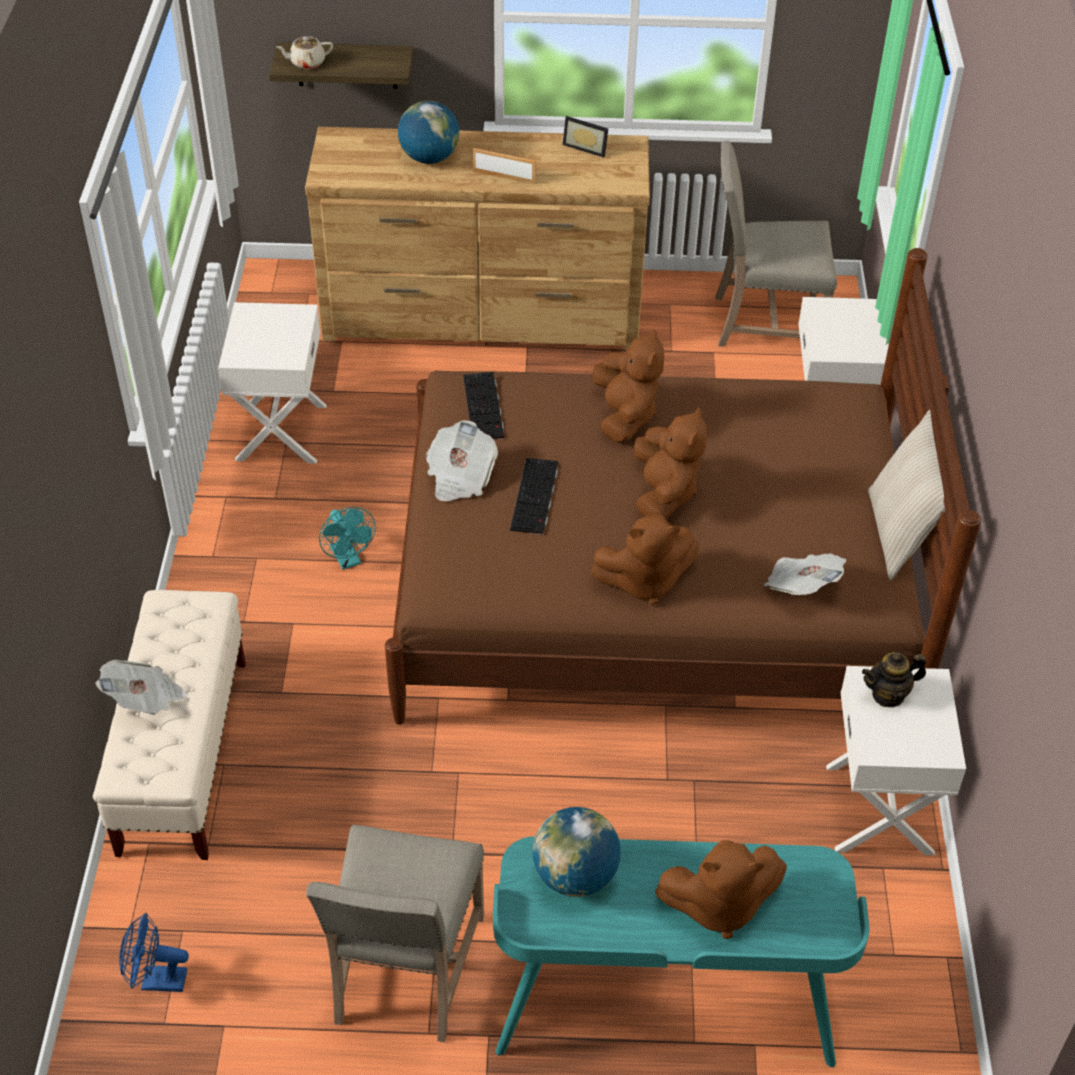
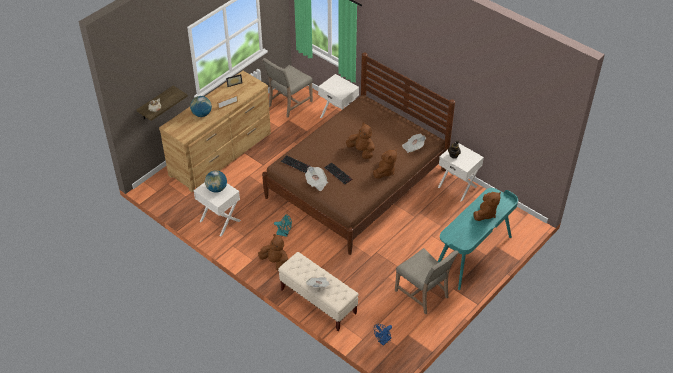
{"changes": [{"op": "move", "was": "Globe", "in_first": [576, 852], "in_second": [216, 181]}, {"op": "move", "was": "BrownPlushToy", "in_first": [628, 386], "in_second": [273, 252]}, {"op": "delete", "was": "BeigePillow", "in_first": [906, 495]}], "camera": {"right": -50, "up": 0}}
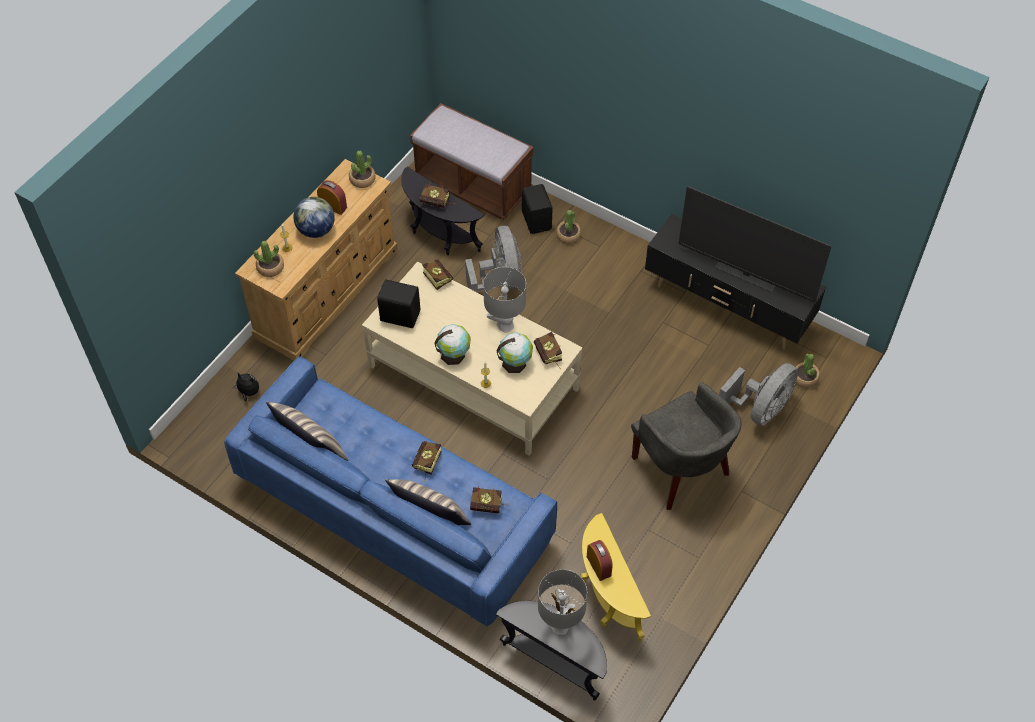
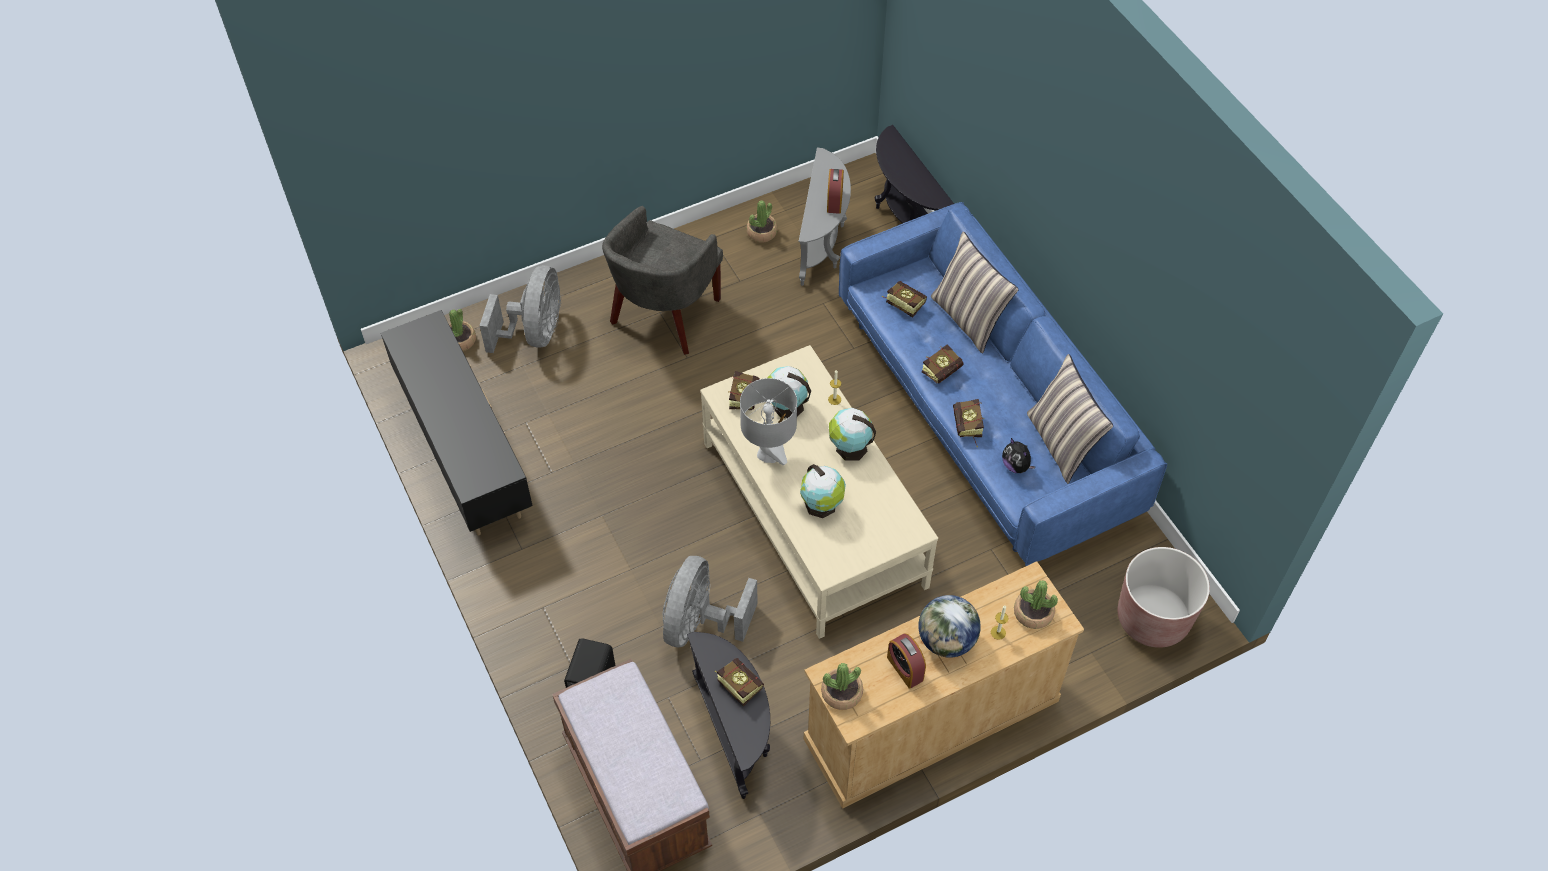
{"changes": [{"op": "rotate", "was": "GreyFan", "in_first": [758, 394], "in_second": [520, 309], "clockwise": 120}, {"op": "rotate", "was": "GreyArmchair", "in_first": [686, 446], "in_second": [662, 280], "clockwise": -150}, {"op": "move", "was": "PottedPlant", "in_first": [568, 227], "in_second": [762, 221]}, {"op": "recolor", "was": "YellowSideTable", "now": "GreySideTable", "in_first": [616, 577], "in_second": [825, 217]}, {"op": "insert", "now": "Globe", "in_second": [823, 491]}, {"op": "move", "was": "Book", "in_first": [437, 275], "in_second": [968, 423]}, {"op": "move", "was": "PlushToy", "in_first": [246, 387], "in_second": [1018, 455]}, {"op": "insert", "now": "BrownPlanter", "in_second": [1164, 597]}, {"op": "delete", "was": "BlackSpeaker", "in_first": [398, 303]}, {"op": "delete", "was": "GreyTableLamp", "in_first": [562, 602]}, {"op": "delete", "was": "Television", "in_first": [754, 244]}], "camera": {"right": -150, "up": 0}}
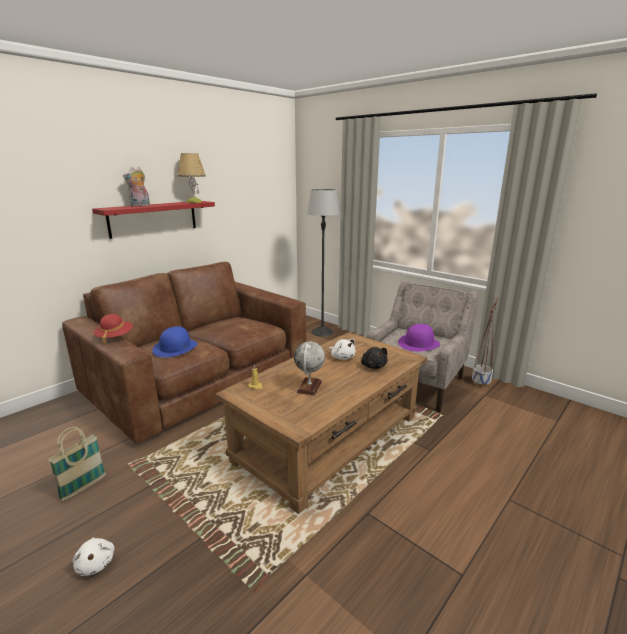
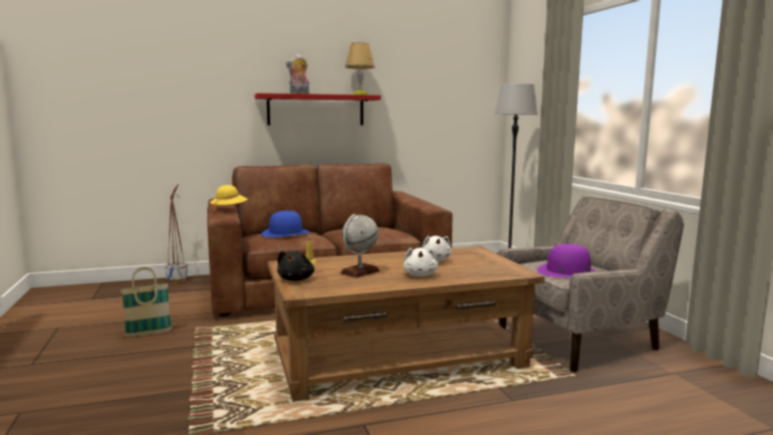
{"changes": [{"op": "move", "was": "Planter", "in_first": [485, 342], "in_second": [176, 234]}, {"op": "recolor", "was": "RedHat", "now": "YellowHat", "in_first": [113, 329], "in_second": [228, 198]}, {"op": "move", "was": "BlackPlushToy", "in_first": [374, 358], "in_second": [295, 266]}, {"op": "move", "was": "WhitePlushToy", "in_first": [93, 556], "in_second": [420, 261]}], "camera": {"right": 30, "up": -10}}
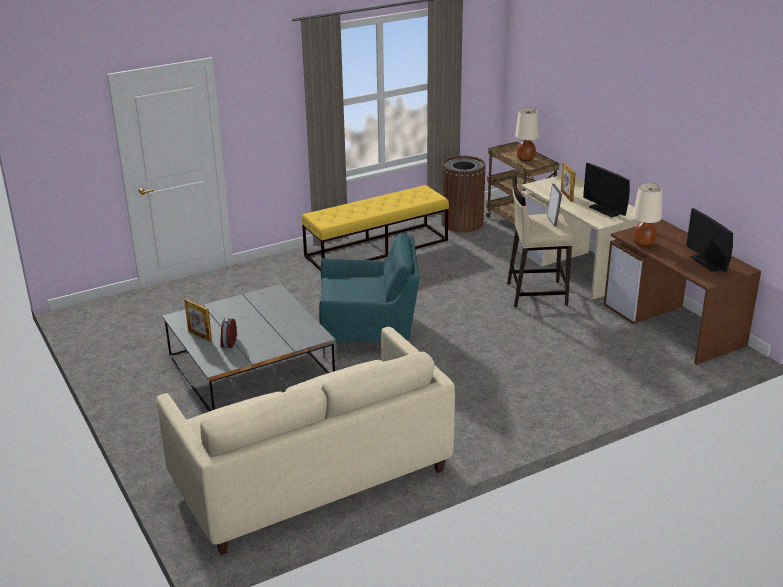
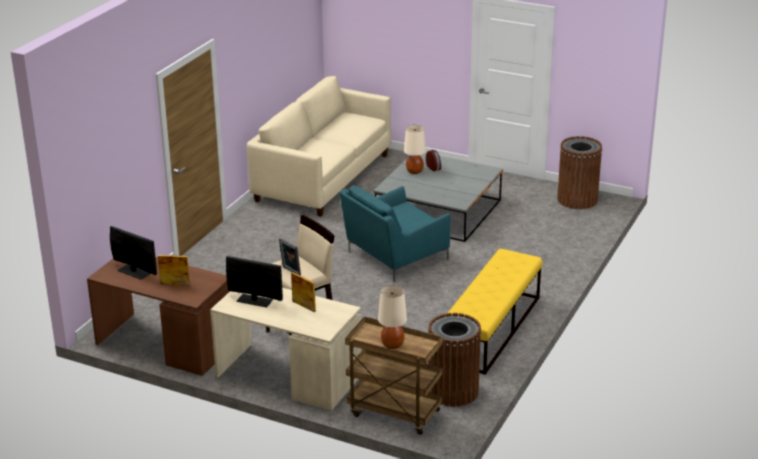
{"changes": [{"op": "move", "was": "PictureFrame", "in_first": [198, 320], "in_second": [174, 270]}, {"op": "move", "was": "BeigeTableLamp", "in_first": [648, 215], "in_second": [415, 149]}, {"op": "insert", "now": "BrownTrashCan", "in_second": [579, 172]}], "camera": {"right": 145, "up": 0}}
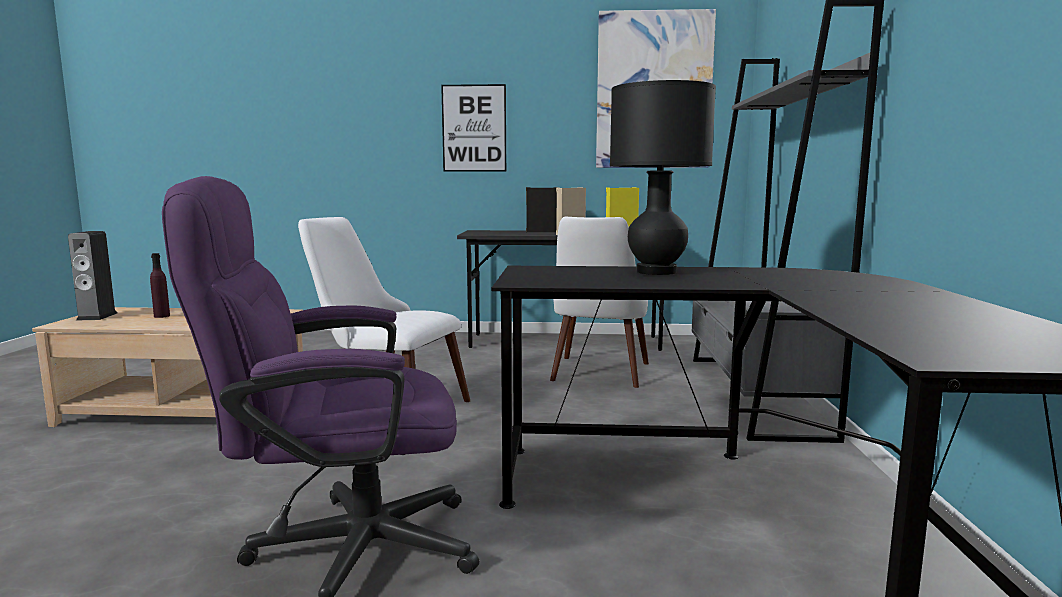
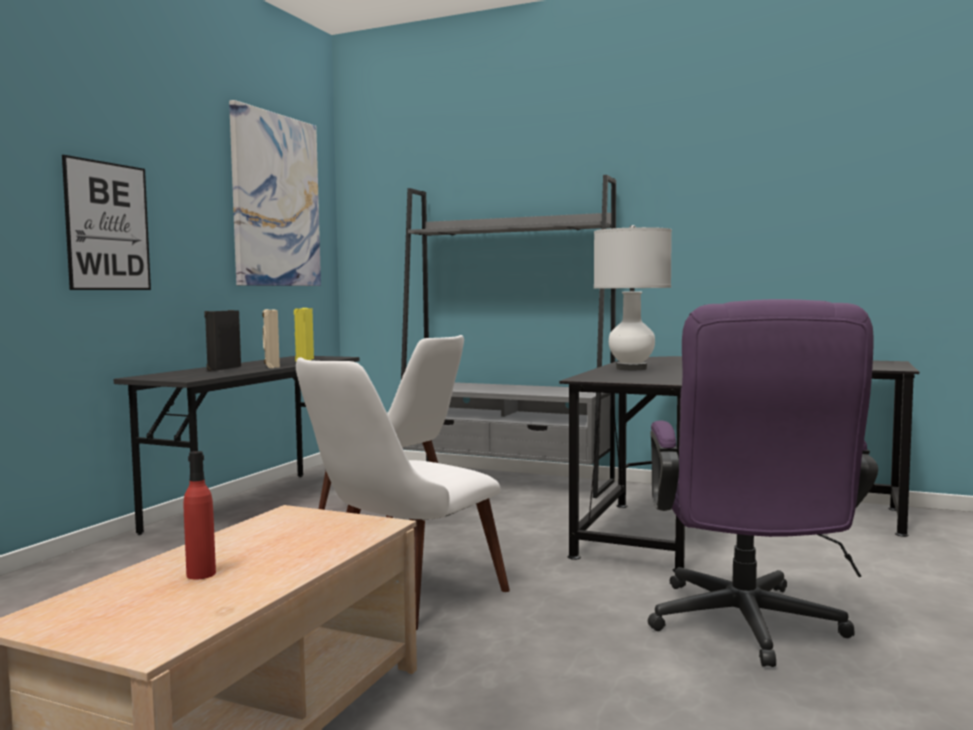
{"changes": [{"op": "recolor", "was": "PurpleBottle", "now": "RedBottle", "in_first": [160, 285], "in_second": [200, 515]}, {"op": "recolor", "was": "BlackTableLamp", "now": "WhiteTableLamp", "in_first": [663, 177], "in_second": [633, 297]}, {"op": "delete", "was": "Speaker", "in_first": [92, 275]}], "camera": {"right": -70, "up": -5}}
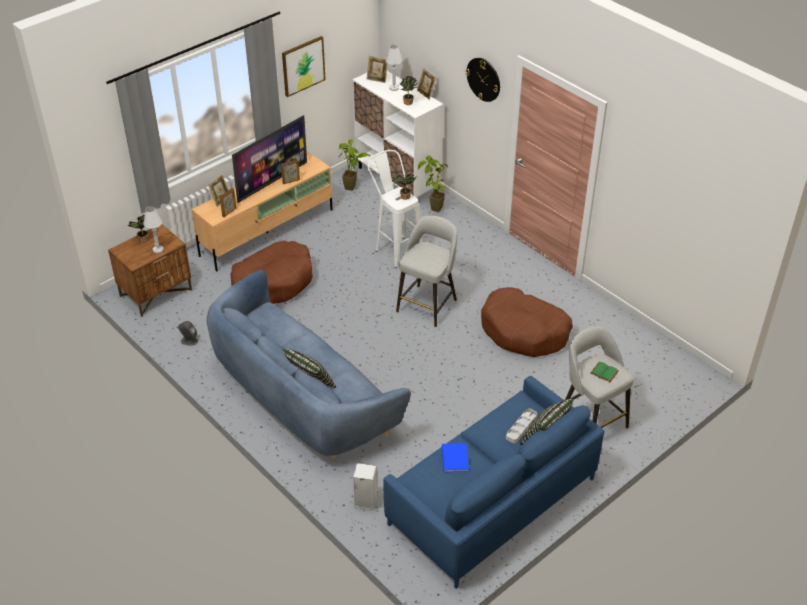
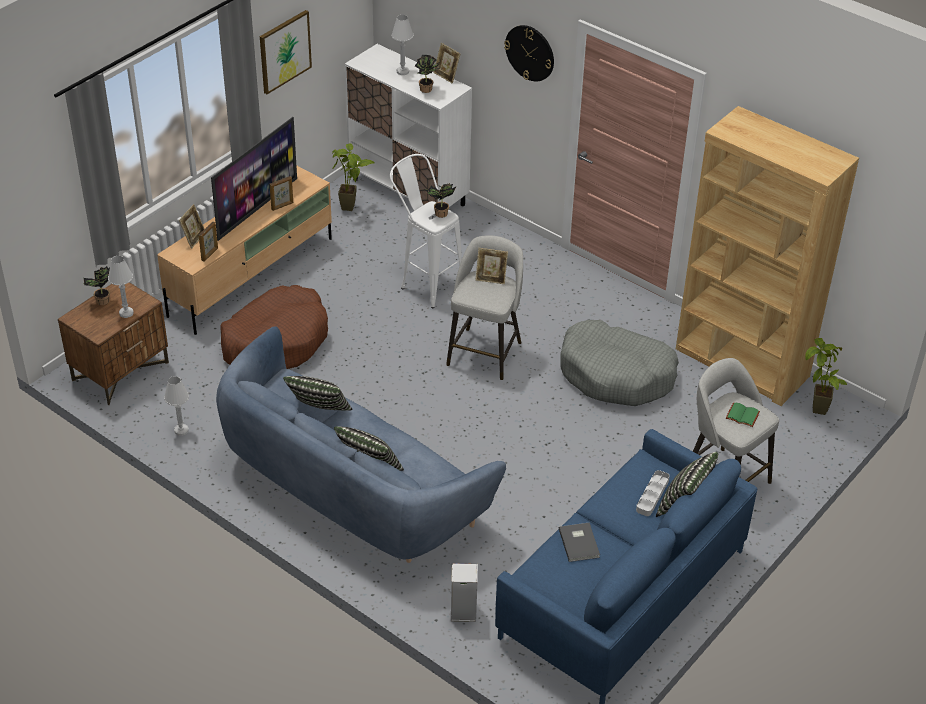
{"changes": [{"op": "replace", "was": "GreySpeaker", "now": "WhiteTableLamp", "in_first": [188, 333], "in_second": [176, 406]}, {"op": "insert", "now": "Pillow", "in_second": [317, 393]}, {"op": "move", "was": "PictureFrame", "in_first": [377, 69], "in_second": [491, 266]}, {"op": "recolor", "was": "BlueBook", "now": "GreyBook", "in_first": [455, 457], "in_second": [579, 542]}, {"op": "recolor", "was": "BrownDogBed", "now": "GreyDogBed", "in_first": [527, 322], "in_second": [619, 363]}, {"op": "insert", "now": "BrownBookcase", "in_second": [767, 256]}, {"op": "move", "was": "PottedPlant", "in_first": [433, 184], "in_second": [826, 376]}], "camera": {"right": -10, "up": 0}}
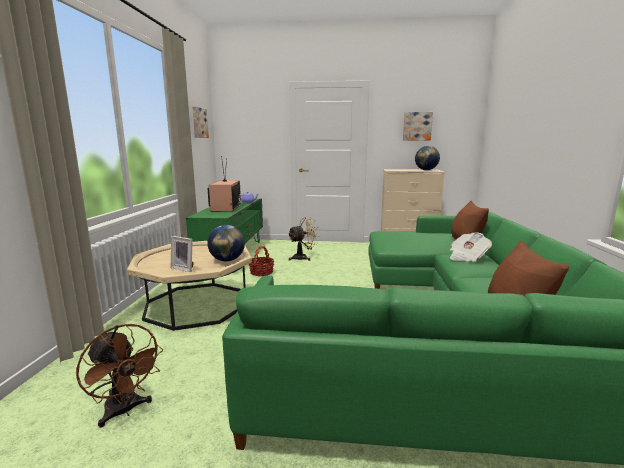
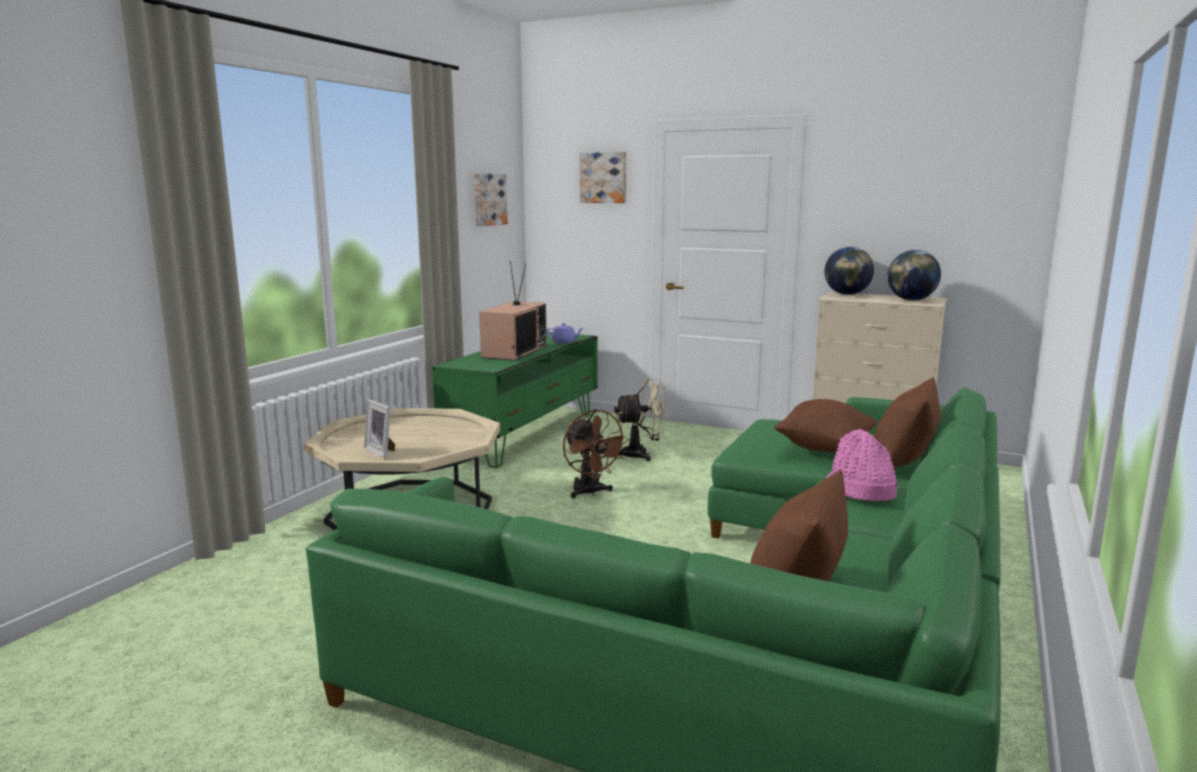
{"changes": [{"op": "move", "was": "BrownFan", "in_first": [119, 376], "in_second": [596, 453]}, {"op": "move", "was": "Picture", "in_first": [418, 126], "in_second": [603, 177]}, {"op": "insert", "now": "BrownPillow", "in_second": [826, 425]}, {"op": "move", "was": "Globe", "in_first": [226, 243], "in_second": [849, 271]}, {"op": "replace", "was": "Newspaper", "now": "PinkHat", "in_first": [471, 247], "in_second": [862, 465]}, {"op": "delete", "was": "Basket", "in_first": [261, 261]}], "camera": {"right": 20, "up": 0}}
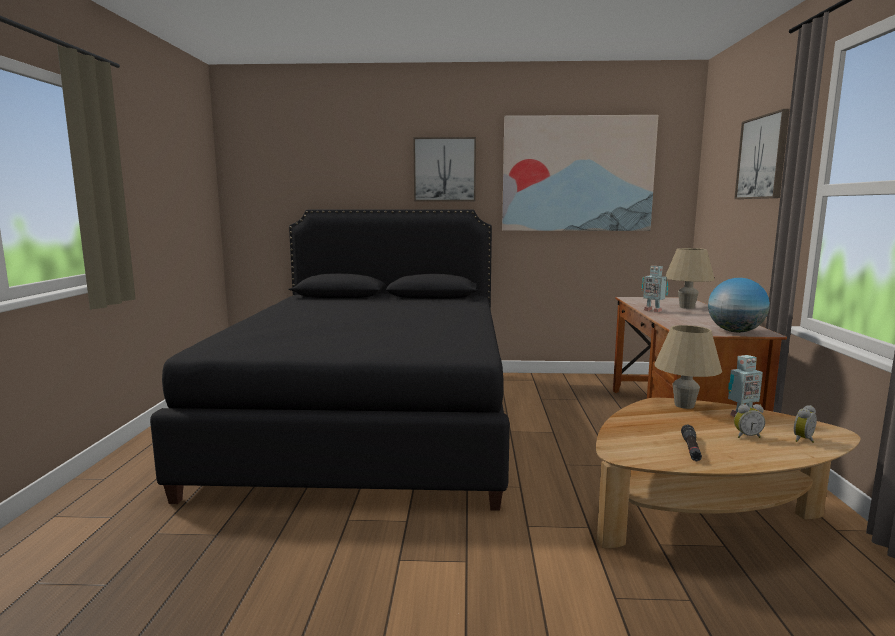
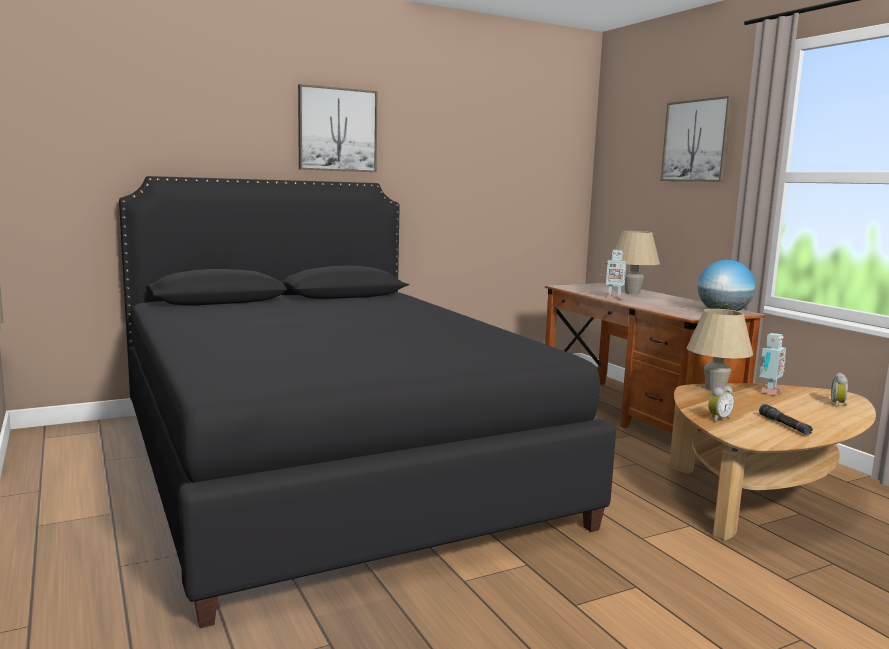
{"changes": [{"op": "move", "was": "AlarmClock", "in_first": [749, 421], "in_second": [721, 404]}, {"op": "delete", "was": "Picture", "in_first": [580, 173]}], "camera": {"right": -30, "up": 0}}
